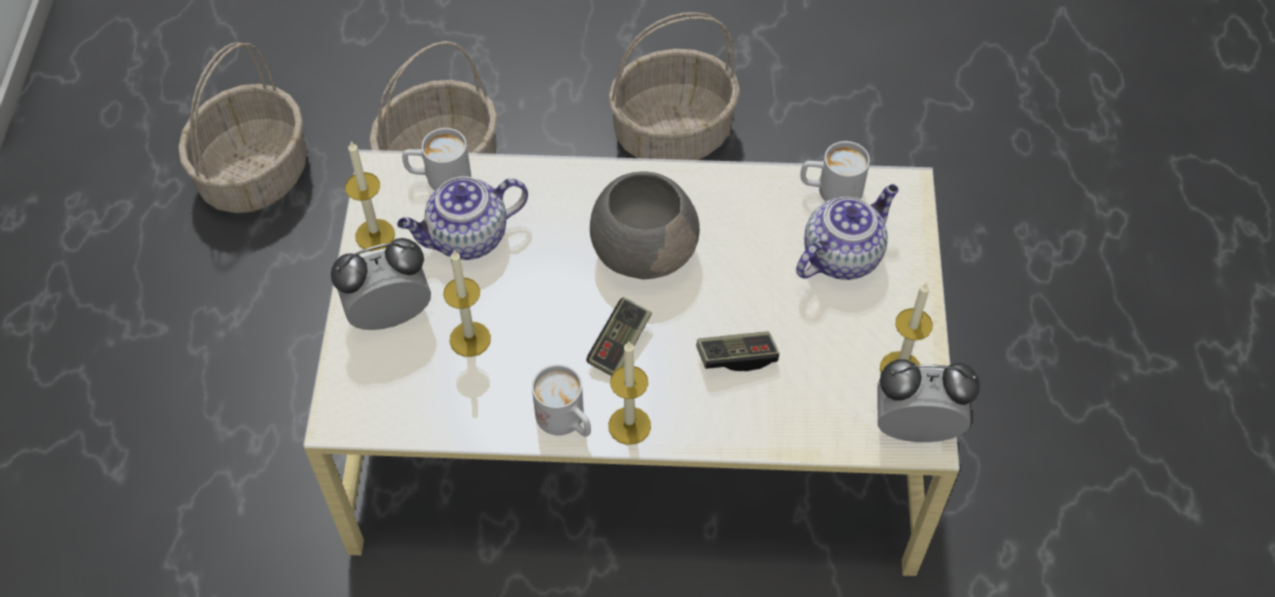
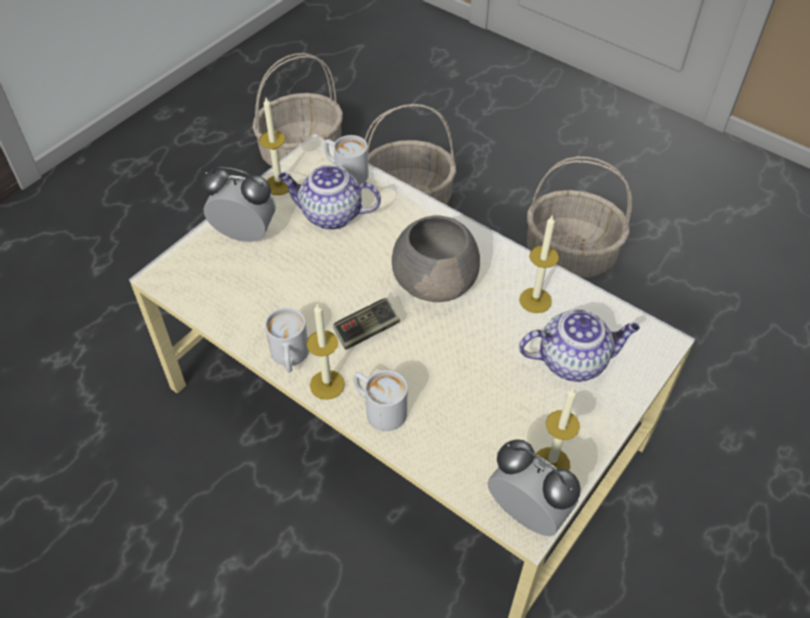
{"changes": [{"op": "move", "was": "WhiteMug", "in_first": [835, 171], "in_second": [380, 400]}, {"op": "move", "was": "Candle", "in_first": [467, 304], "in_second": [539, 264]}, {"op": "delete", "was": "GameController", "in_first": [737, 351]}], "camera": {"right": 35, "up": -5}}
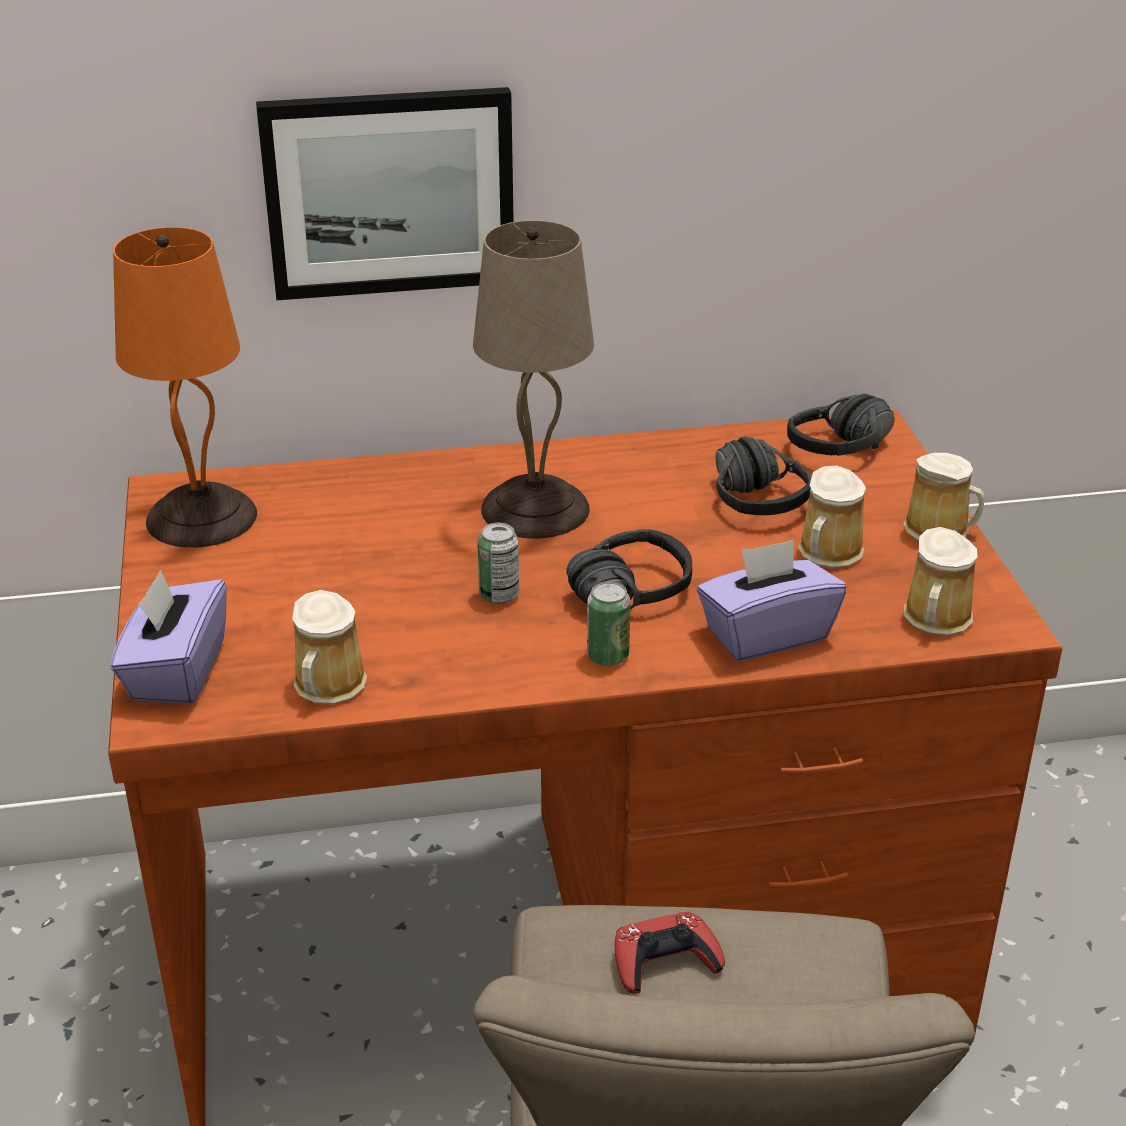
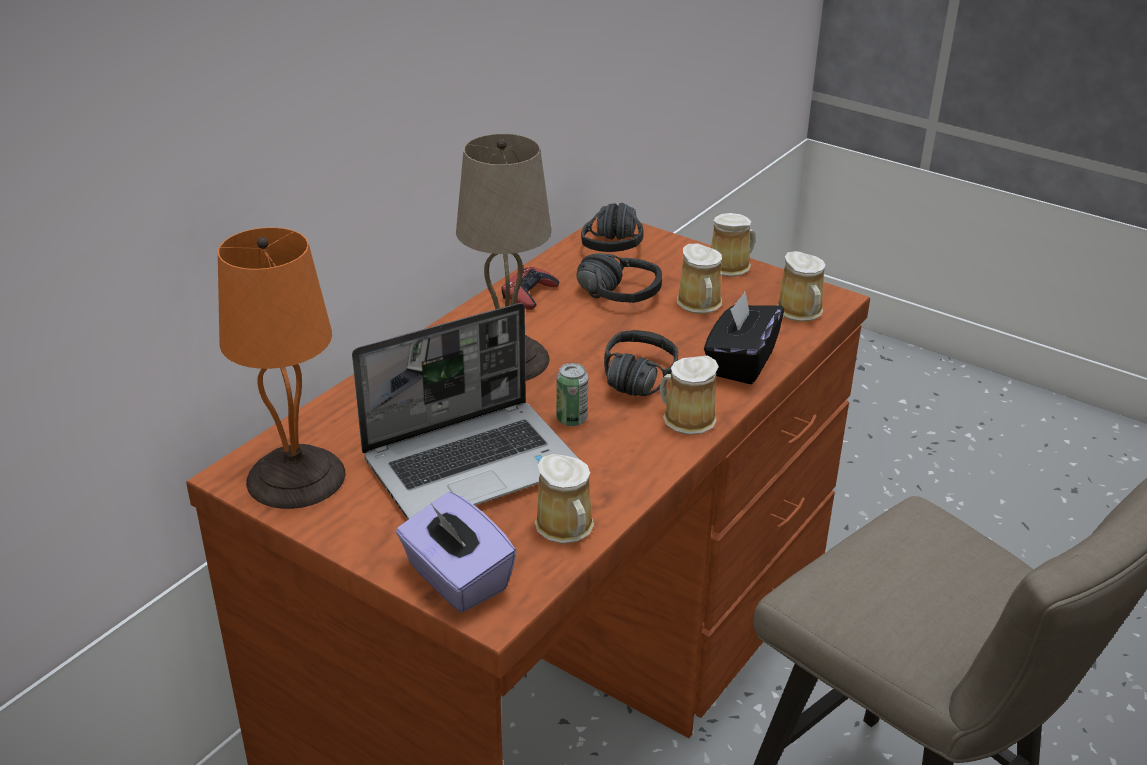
{"changes": [{"op": "insert", "now": "Laptop", "in_second": [465, 411]}, {"op": "move", "was": "RedGameController", "in_first": [670, 953], "in_second": [530, 288]}, {"op": "replace", "was": "Can", "now": "Mug", "in_first": [609, 623], "in_second": [689, 395]}, {"op": "recolor", "was": "PurpleTissueBox", "now": "BlackTissueBox", "in_first": [771, 600], "in_second": [744, 338]}, {"op": "delete", "was": "Picture", "in_first": [385, 193]}], "camera": {"right": -45, "up": 0}}
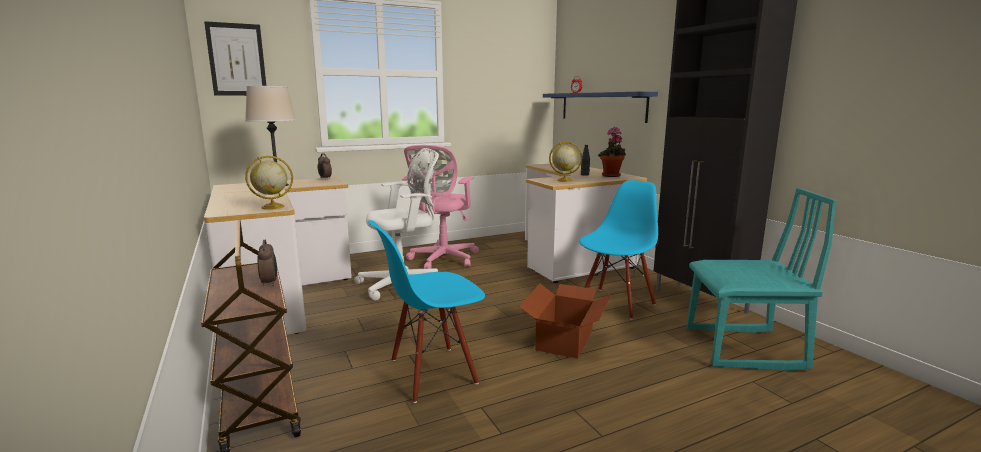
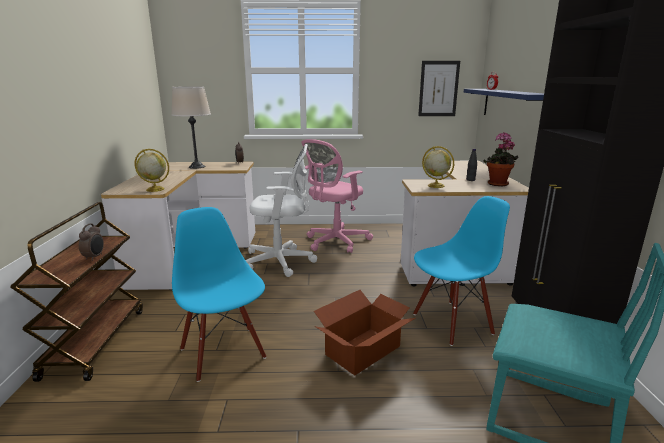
{"changes": [{"op": "rotate", "was": "BlueChair", "in_first": [426, 311], "in_second": [219, 294], "clockwise": 60}, {"op": "move", "was": "Picture", "in_first": [235, 58], "in_second": [439, 88]}], "camera": {"right": 25, "up": 5}}
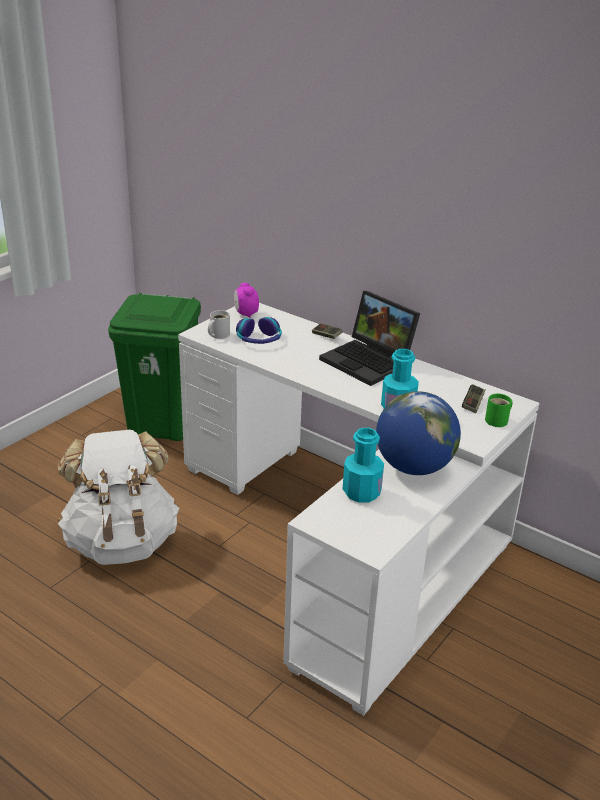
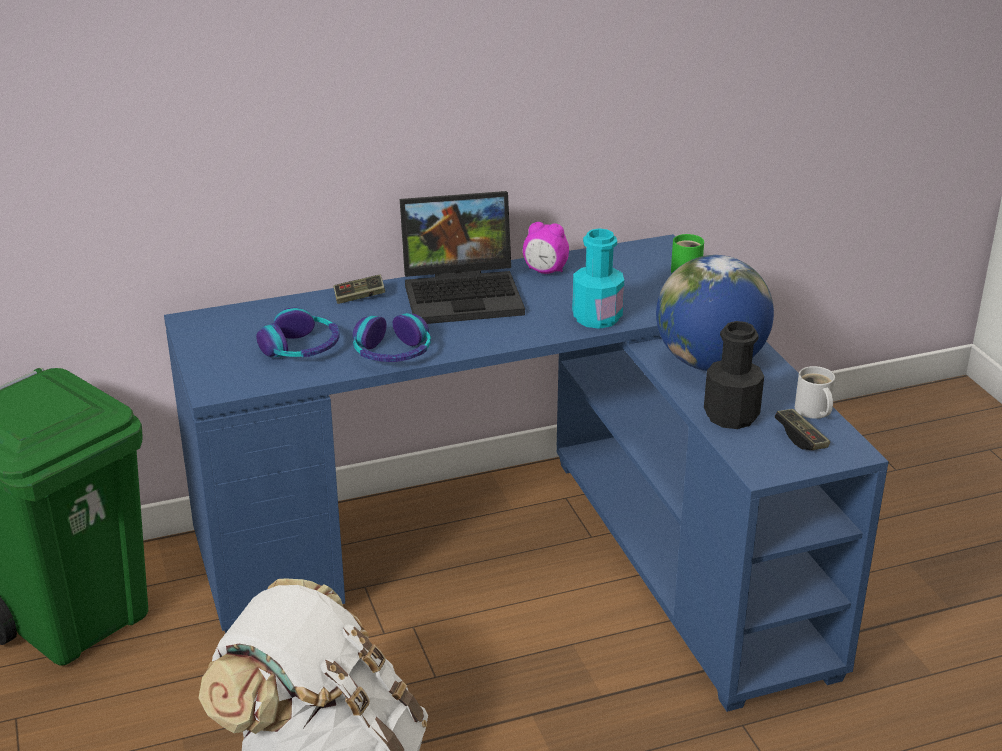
{"changes": [{"op": "recolor", "was": "WhiteDesk", "now": "BlueDesk", "in_first": [358, 509], "in_second": [526, 473]}, {"op": "insert", "now": "Headphones", "in_second": [392, 337]}, {"op": "move", "was": "AlarmClock", "in_first": [246, 300], "in_second": [546, 248]}, {"op": "recolor", "was": "TurquoiseBottle", "now": "BlackBottle", "in_first": [363, 465], "in_second": [734, 375]}, {"op": "move", "was": "GameController", "in_first": [474, 398], "in_second": [802, 429]}, {"op": "move", "was": "WhiteMug", "in_first": [219, 324], "in_second": [815, 392]}], "camera": {"right": -55, "up": 0}}
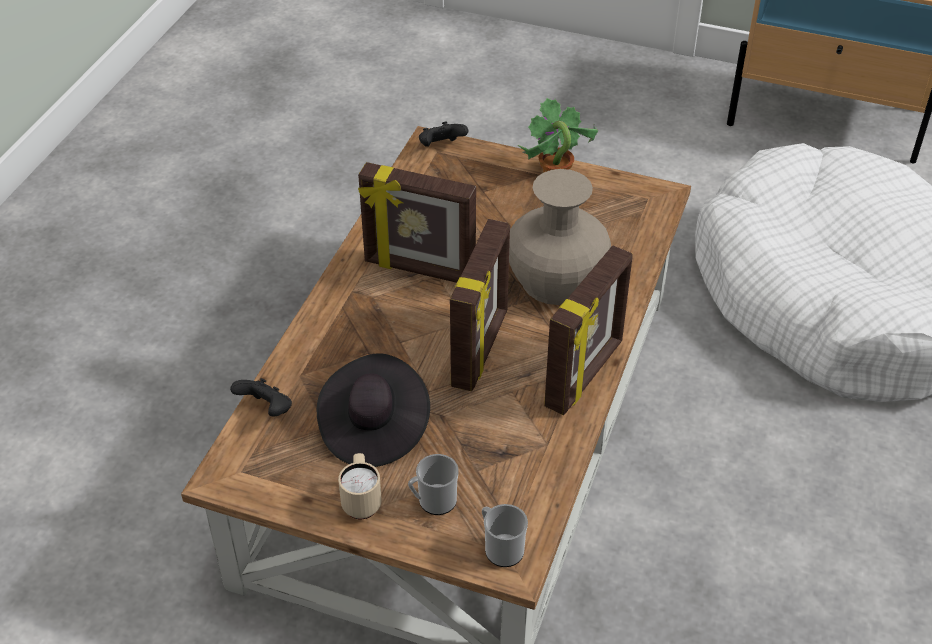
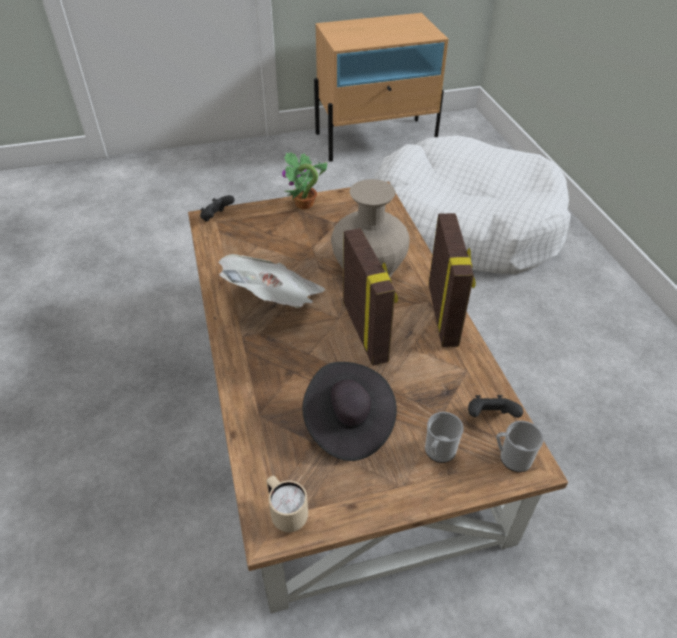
{"changes": [{"op": "replace", "was": "PictureFrame", "now": "Newspaper", "in_first": [417, 222], "in_second": [272, 281]}, {"op": "move", "was": "BeigeMug", "in_first": [360, 486], "in_second": [287, 504]}, {"op": "move", "was": "BlackGameController", "in_first": [261, 397], "in_second": [495, 406]}], "camera": {"right": -35, "up": 0}}
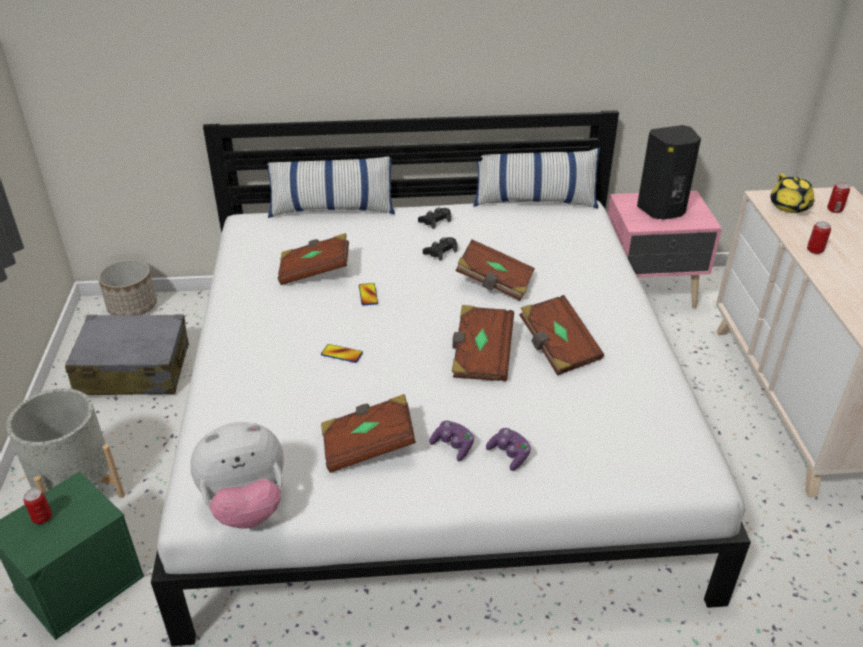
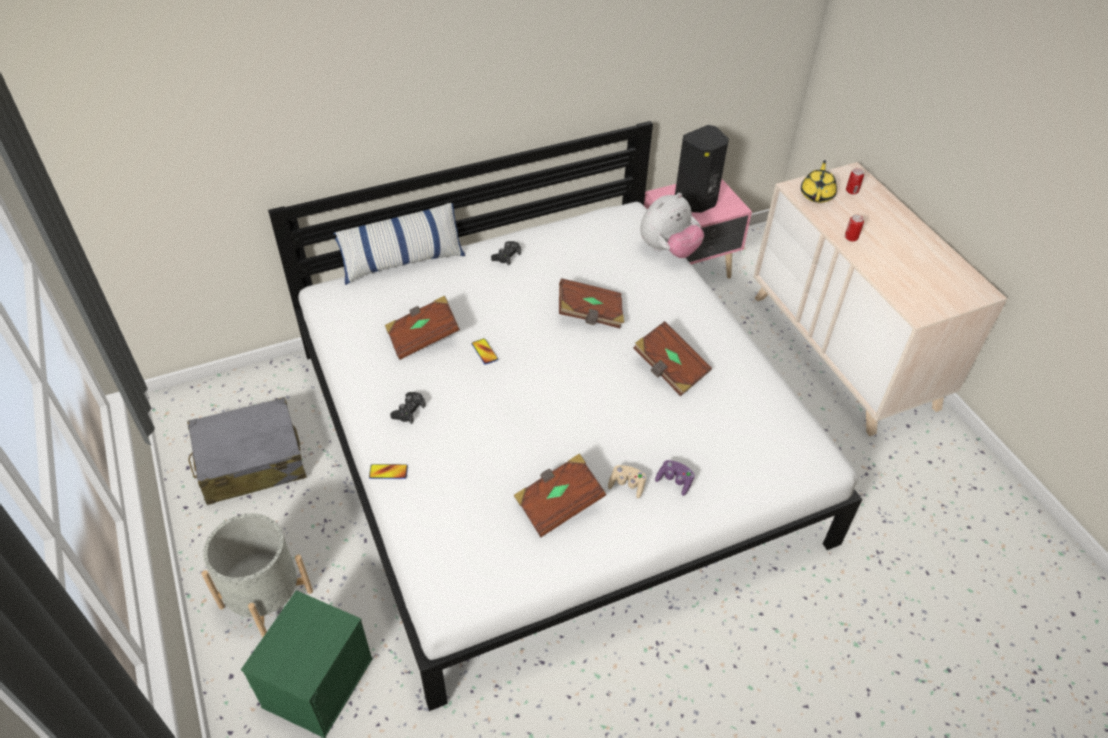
{"changes": [{"op": "move", "was": "Phone", "in_first": [342, 353], "in_second": [388, 471]}, {"op": "move", "was": "BlackGameController", "in_first": [440, 249], "in_second": [408, 408]}, {"op": "recolor", "was": "PurpleGameController", "now": "BeigeGameController", "in_first": [451, 440], "in_second": [627, 481]}, {"op": "move", "was": "PlushToy", "in_first": [237, 475], "in_second": [672, 225]}, {"op": "rotate", "was": "YellowTeapot", "in_first": [792, 193], "in_second": [819, 181], "clockwise": -135}, {"op": "delete", "was": "Can", "in_first": [37, 506]}, {"op": "delete", "was": "Planter", "in_first": [127, 287]}, {"op": "delete", "was": "BrownBook", "in_first": [483, 343]}, {"op": "delete", "was": "Pillow", "in_first": [536, 178]}], "camera": {"right": -20, "up": 10}}
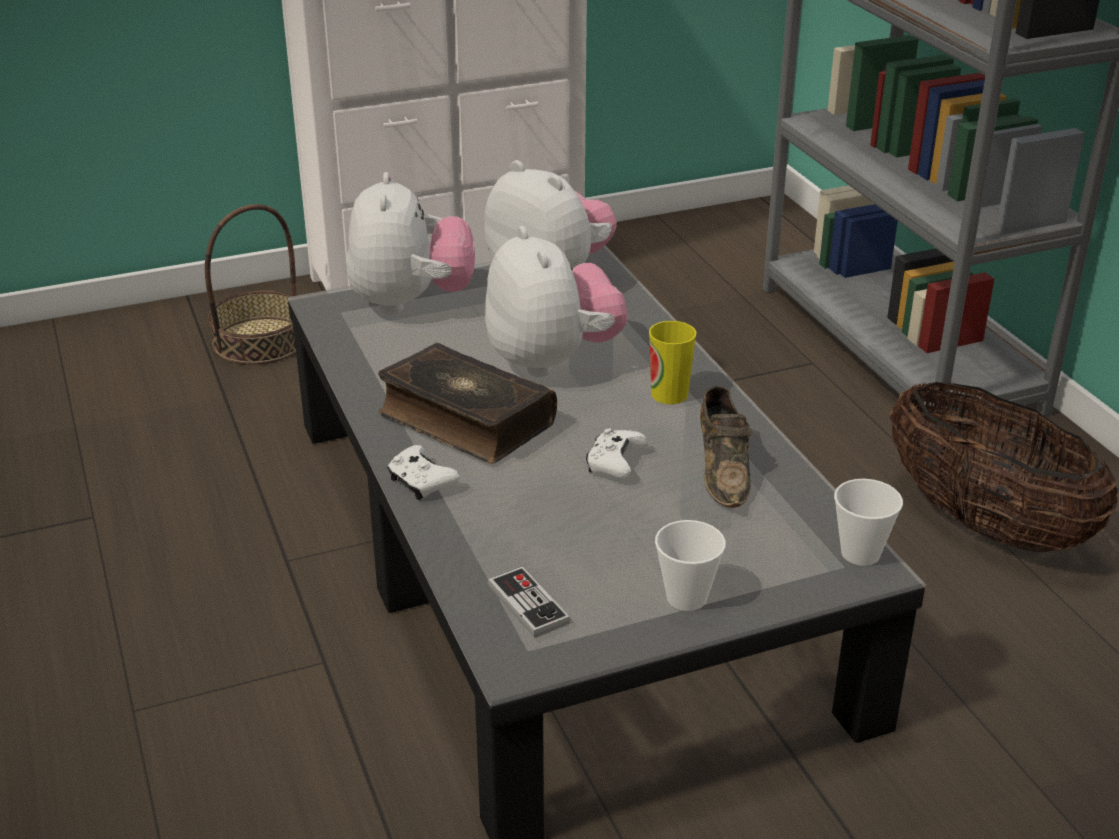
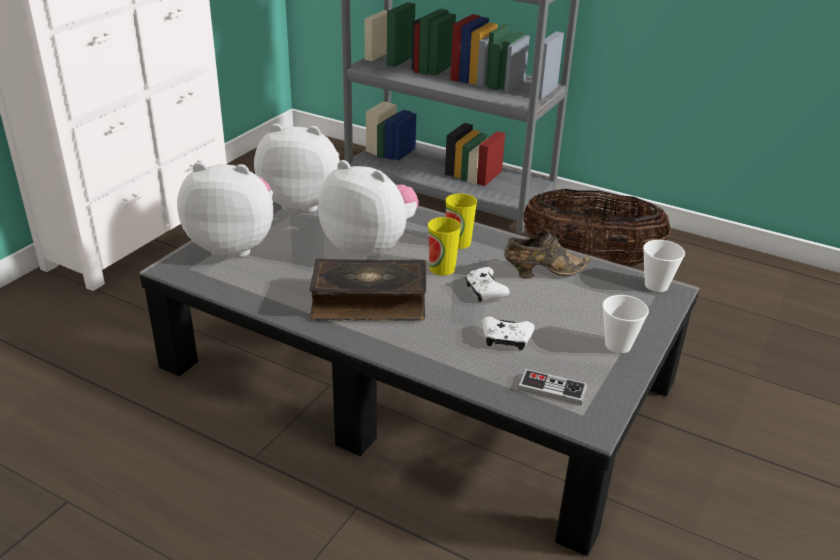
{"changes": [{"op": "rotate", "was": "PlushToy", "in_first": [411, 243], "in_second": [225, 209], "clockwise": -45}, {"op": "insert", "now": "Cup", "in_second": [444, 246]}, {"op": "move", "was": "WhiteGameController", "in_first": [423, 472], "in_second": [508, 333]}, {"op": "rotate", "was": "BrownShoe", "in_first": [726, 447], "in_second": [547, 254], "clockwise": -60}, {"op": "delete", "was": "Basket", "in_first": [251, 284]}], "camera": {"right": -40, "up": 0}}
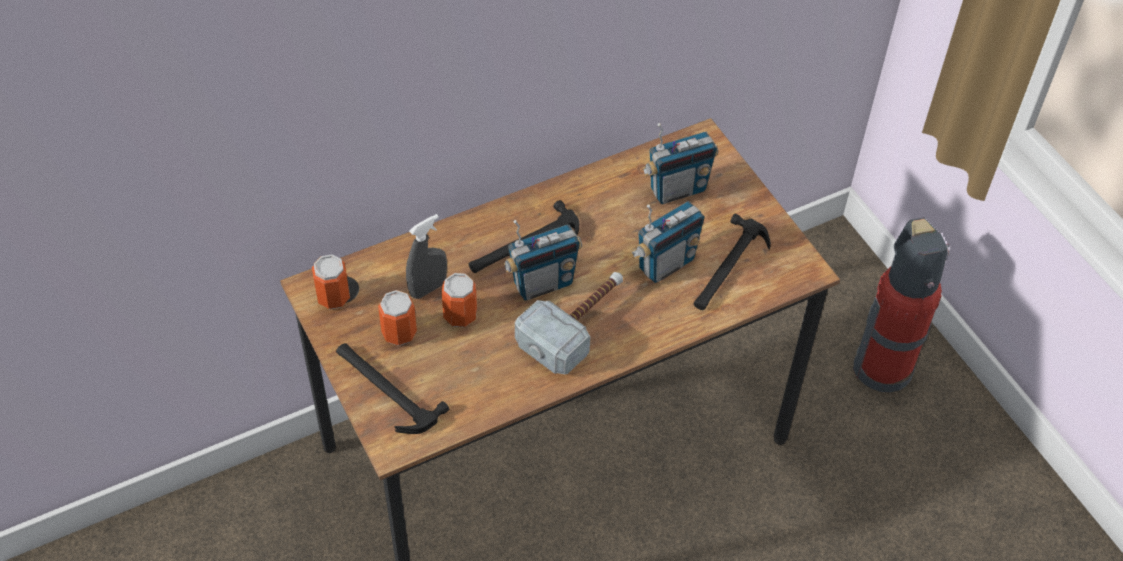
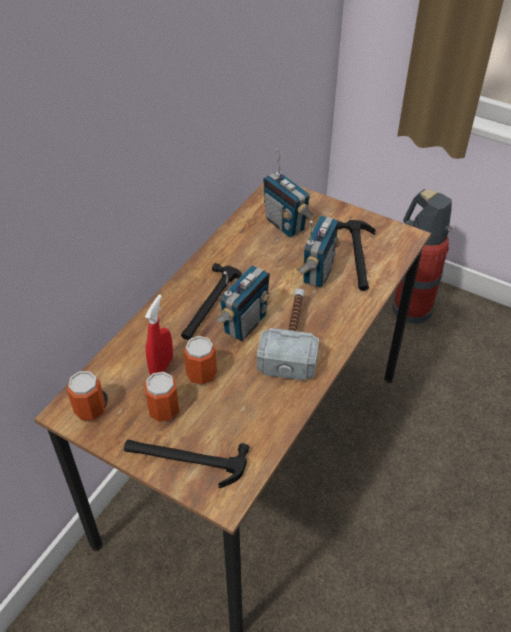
{"changes": [{"op": "recolor", "was": "GreySprayBottle", "now": "RedSprayBottle", "in_first": [426, 256], "in_second": [159, 335]}, {"op": "rotate", "was": "Radio", "in_first": [680, 163], "in_second": [288, 193], "clockwise": 105}], "camera": {"right": -30, "up": -5}}
